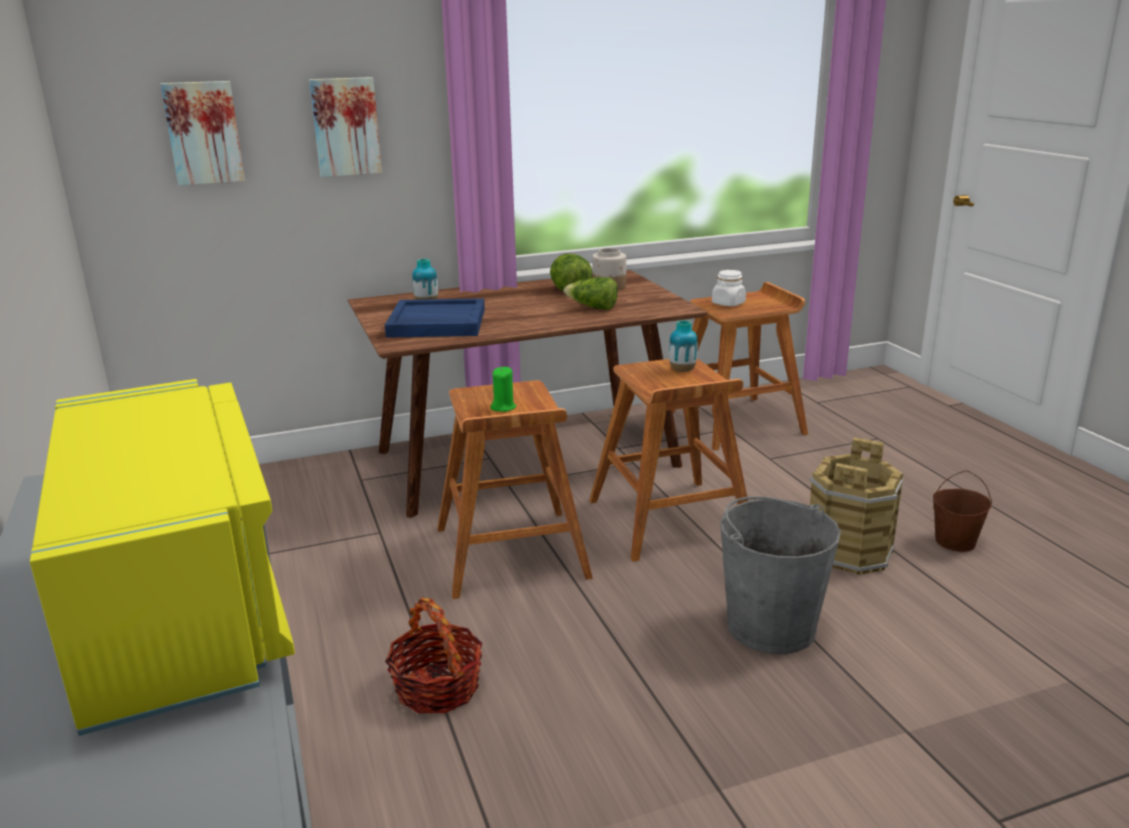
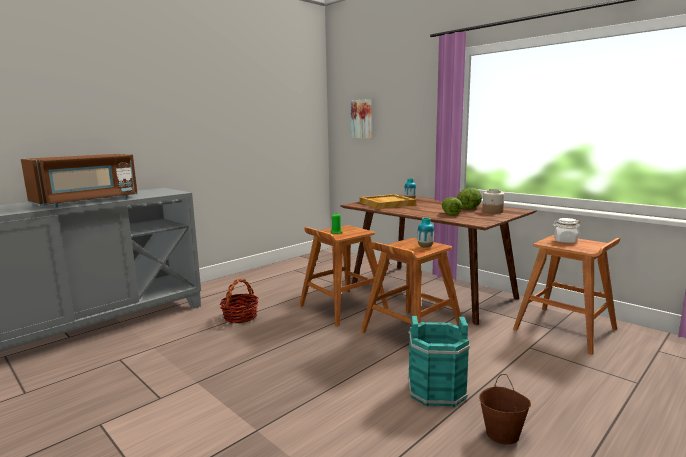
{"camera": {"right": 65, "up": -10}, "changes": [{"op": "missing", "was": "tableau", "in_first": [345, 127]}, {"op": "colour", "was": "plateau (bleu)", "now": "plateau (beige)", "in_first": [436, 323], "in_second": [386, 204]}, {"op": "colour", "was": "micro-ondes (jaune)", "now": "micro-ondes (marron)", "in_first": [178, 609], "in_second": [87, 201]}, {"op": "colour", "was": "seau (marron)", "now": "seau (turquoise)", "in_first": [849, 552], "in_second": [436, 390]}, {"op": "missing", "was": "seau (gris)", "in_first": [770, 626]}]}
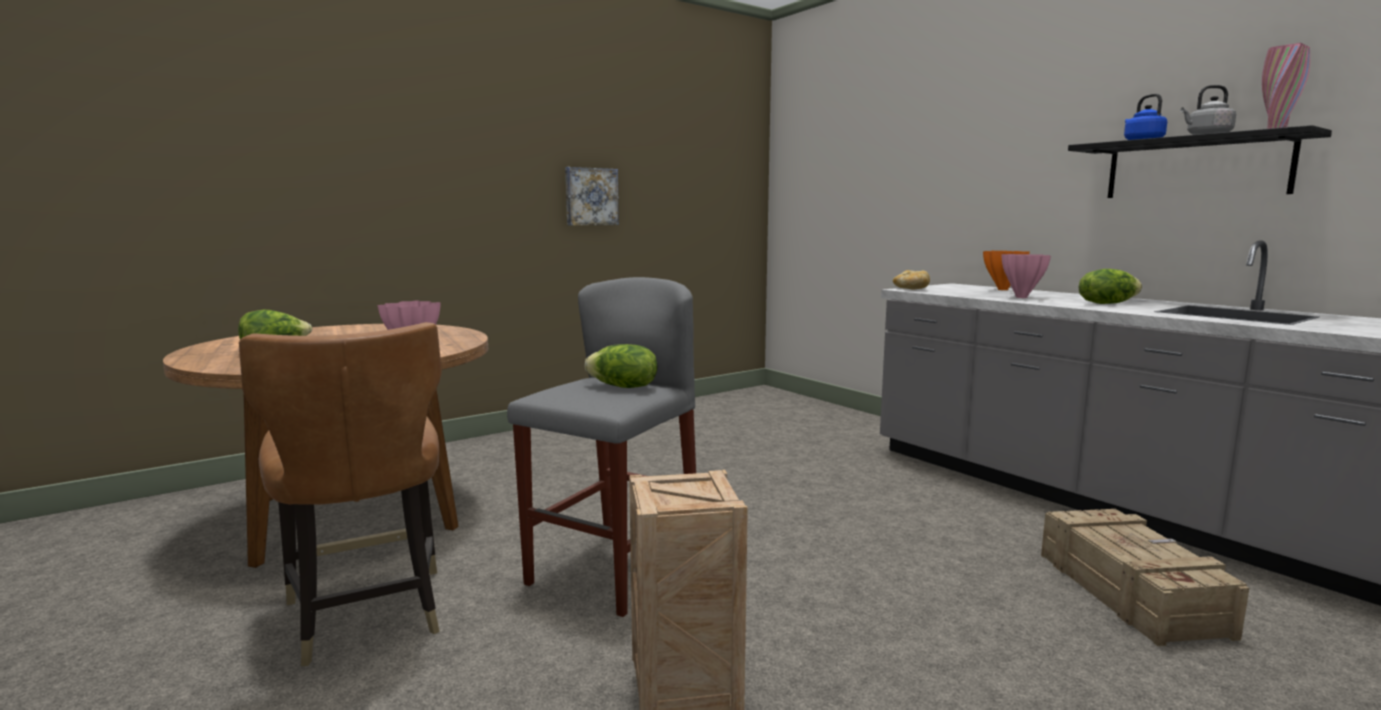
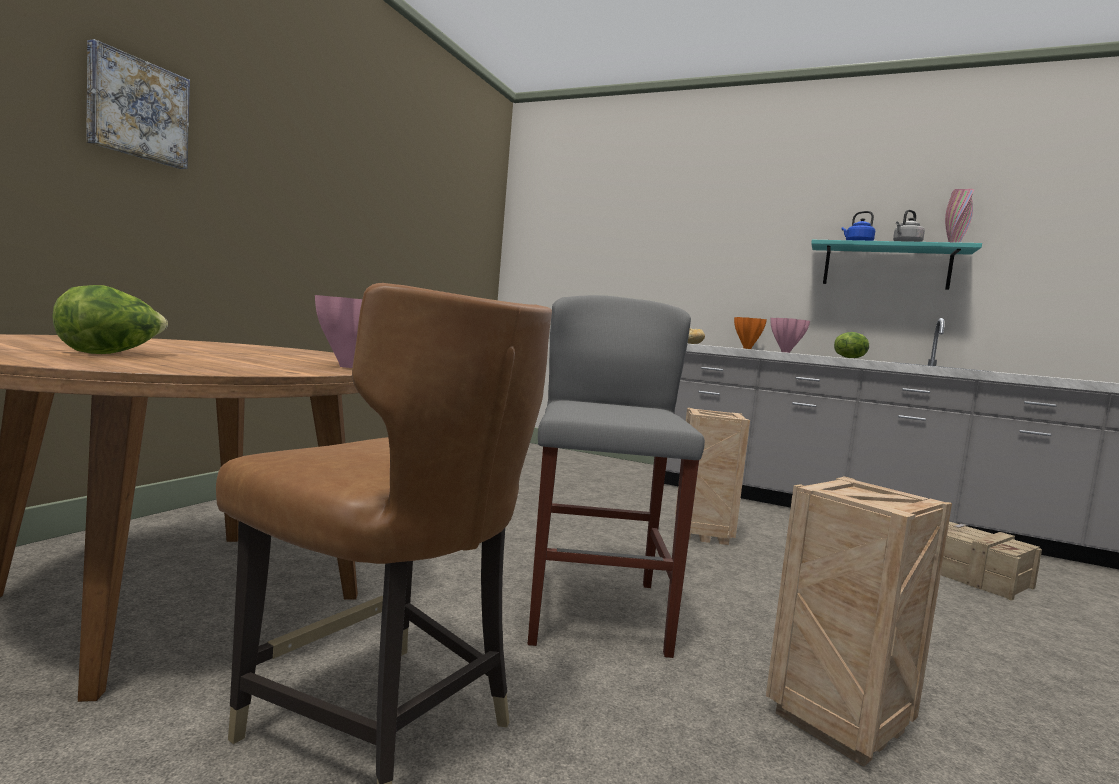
{"camera": {"right": -30, "up": -5}, "changes": [{"op": "colour", "was": "étagère (noir)", "now": "étagère (turquoise)", "in_first": [1196, 168], "in_second": [886, 267]}, {"op": "relocated", "was": "tableau", "in_first": [591, 196], "in_second": [137, 109]}, {"op": "missing", "was": "laitue", "in_first": [623, 387]}, {"op": "appeared", "now": "caisse", "in_second": [704, 534]}]}
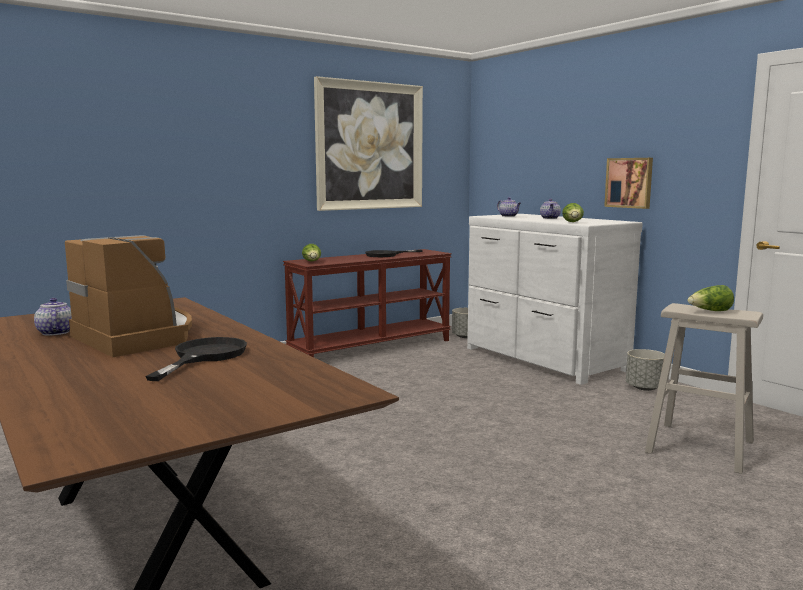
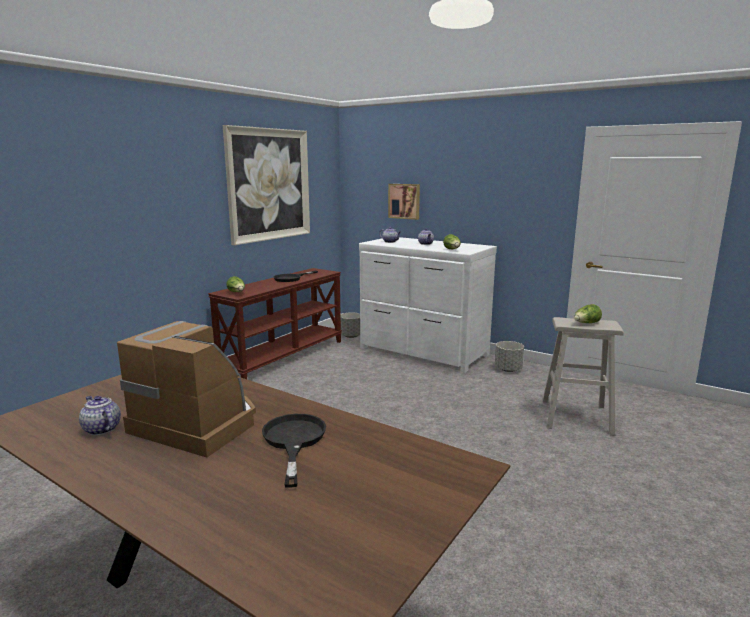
{"camera": {"right": -20, "up": 5}, "changes": [{"op": "relocated", "was": "tableau", "in_first": [629, 182], "in_second": [404, 201]}]}
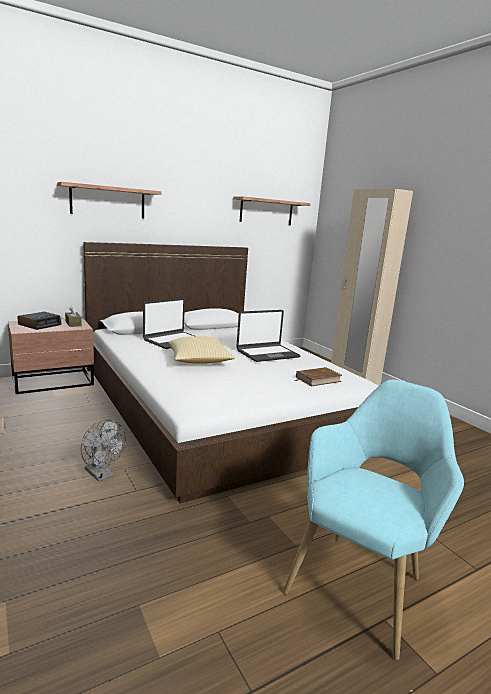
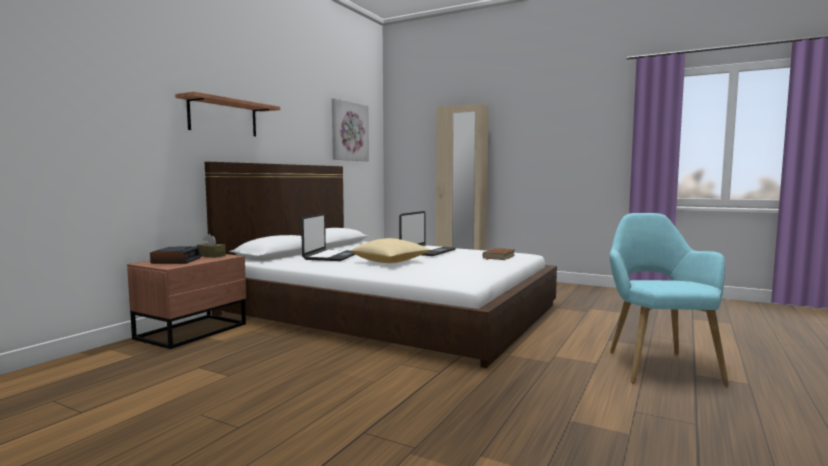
{"camera": {"right": -30, "up": -10}, "changes": [{"op": "exchanged", "was": "étagère", "now": "tableau", "in_first": [266, 211], "in_second": [349, 131]}, {"op": "missing", "was": "ventilateur (gris)", "in_first": [102, 475]}]}
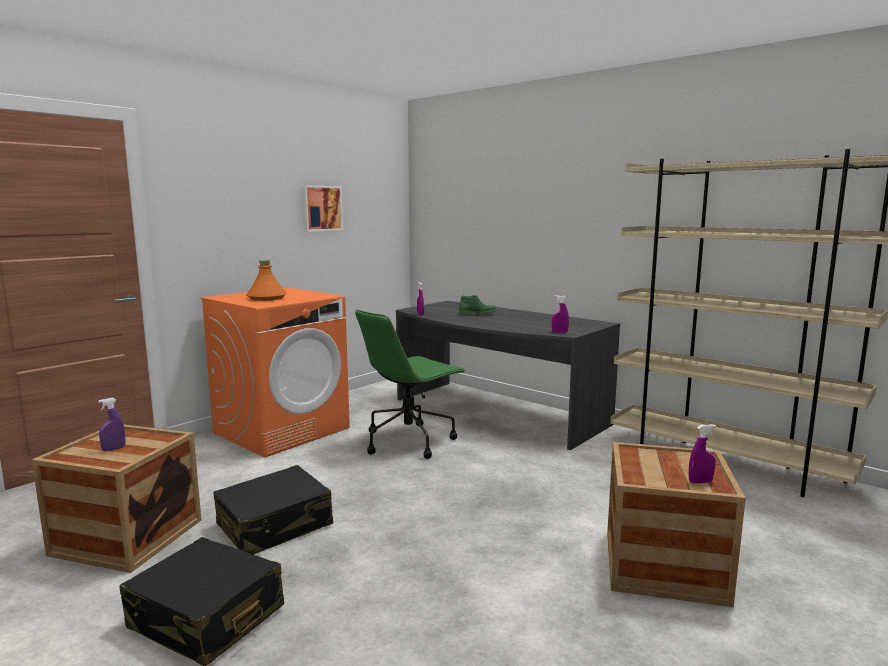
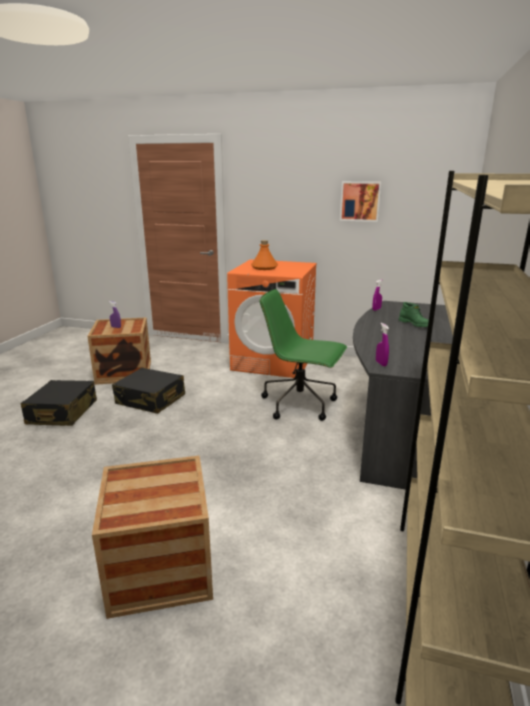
{"camera": {"right": 65, "up": 10}, "changes": [{"op": "missing", "was": "vaporisateur (violet)", "in_first": [700, 482]}]}
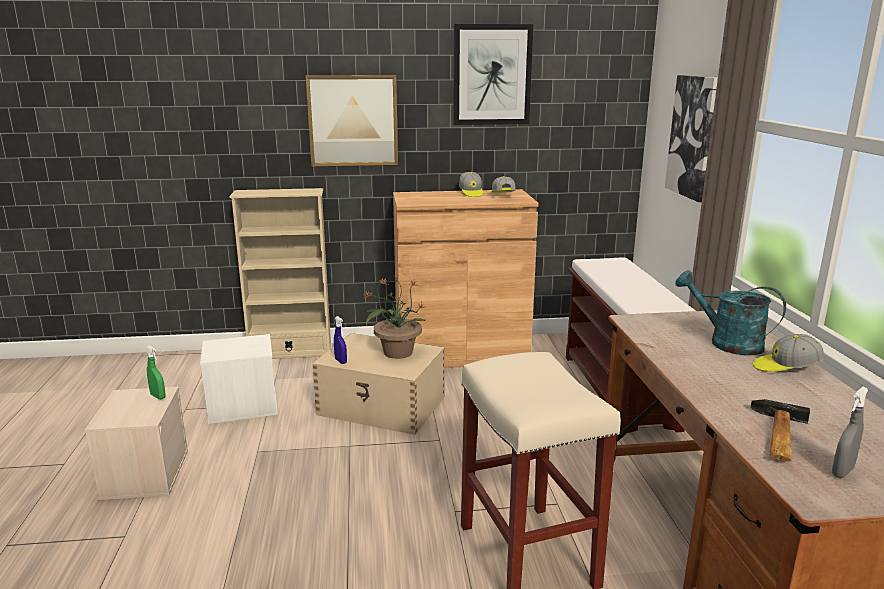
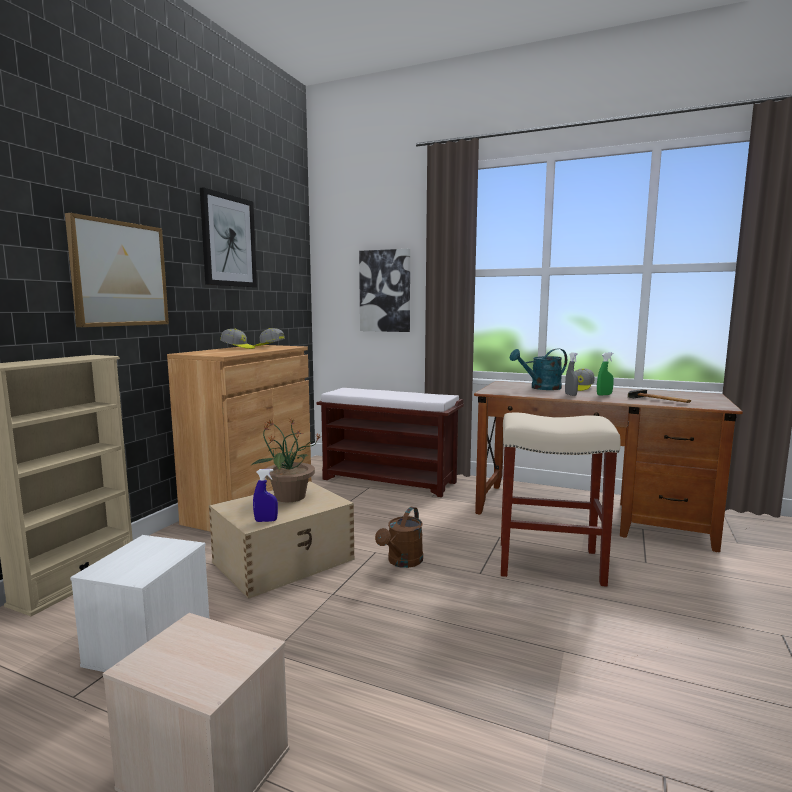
{"camera": {"right": -60, "up": -10}, "changes": [{"op": "relocated", "was": "vaporisateur (vert)", "in_first": [158, 396], "in_second": [604, 395]}, {"op": "relocated", "was": "vaporisateur (gris)", "in_first": [842, 472], "in_second": [570, 394]}, {"op": "appeared", "now": "arrosoir (marron)", "in_second": [402, 562]}]}
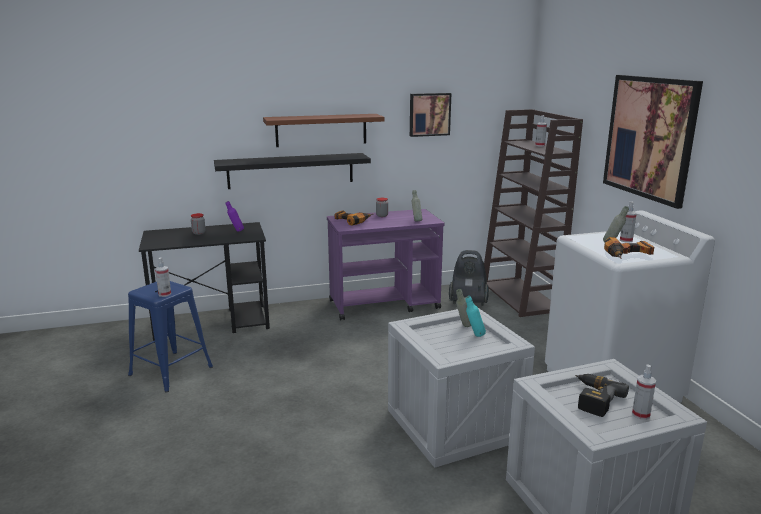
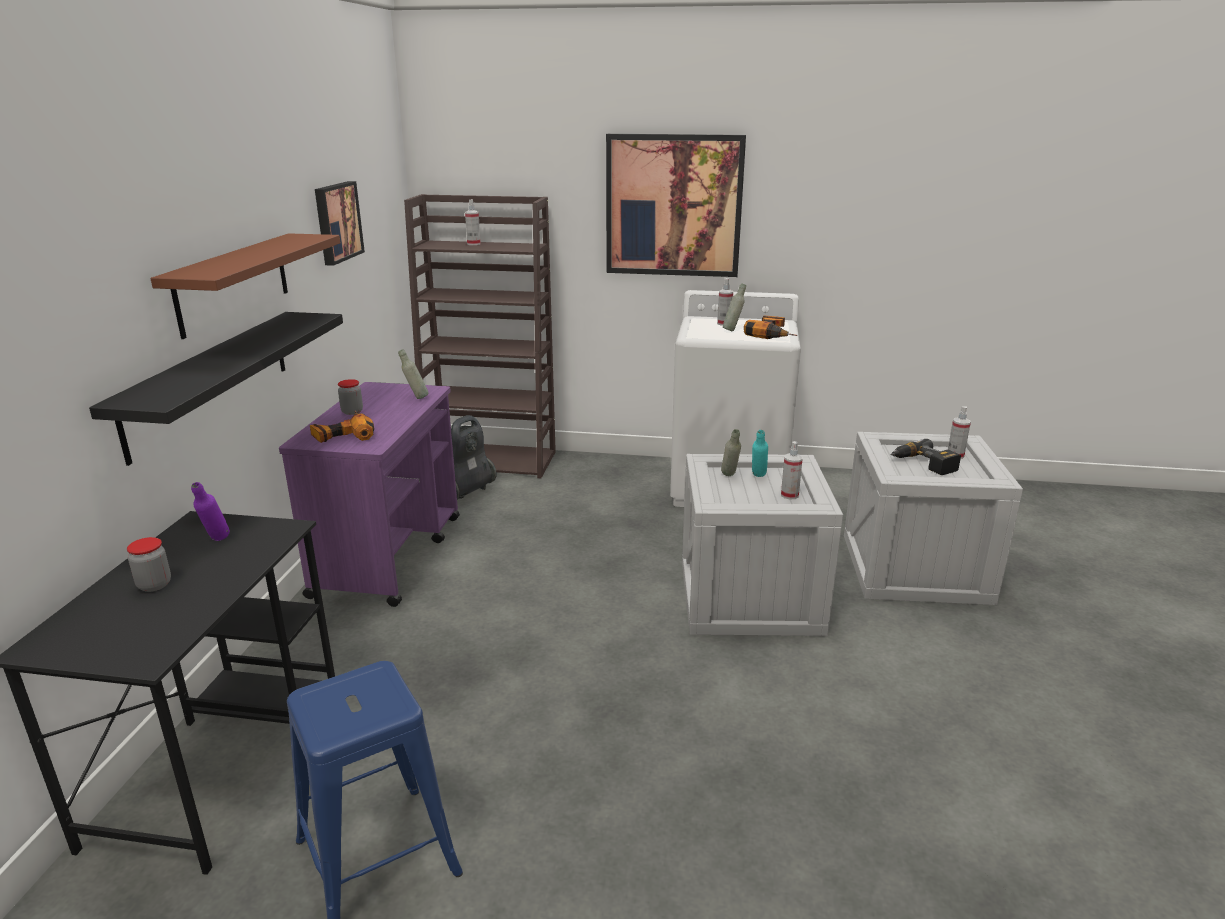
{"camera": {"right": -65, "up": 5}, "changes": [{"op": "relocated", "was": "vaporisateur", "in_first": [164, 294], "in_second": [789, 495]}]}
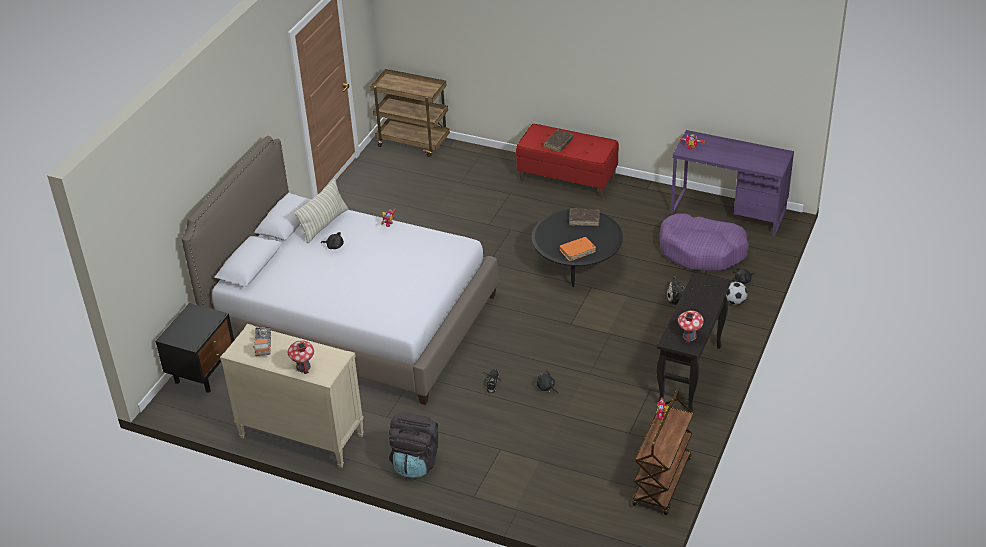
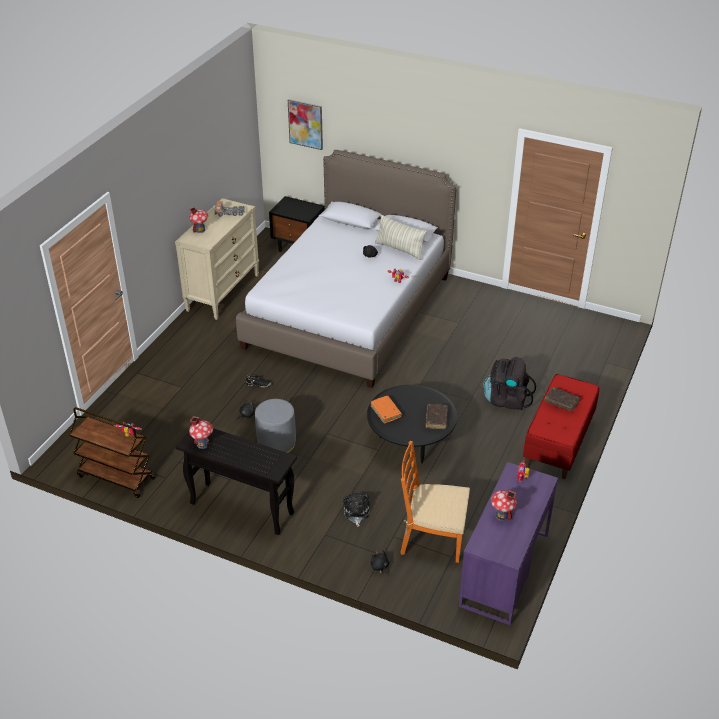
{"camera": {"right": 90, "up": 0}, "changes": [{"op": "missing", "was": "chariot (marron)", "in_first": [414, 142]}, {"op": "exchanged", "was": "panier pour chien (violet)", "now": "chaise (orange)", "in_first": [702, 251], "in_second": [432, 538]}, {"op": "missing", "was": "ballon de foot", "in_first": [735, 301]}, {"op": "relocated", "was": "sac à dos (noir)", "in_first": [415, 462], "in_second": [506, 400]}, {"op": "appeared", "now": "tableau", "in_second": [305, 124]}, {"op": "appeared", "now": "pouf (gris)", "in_second": [276, 443]}, {"op": "appeared", "now": "maison miniature", "in_second": [502, 515]}]}
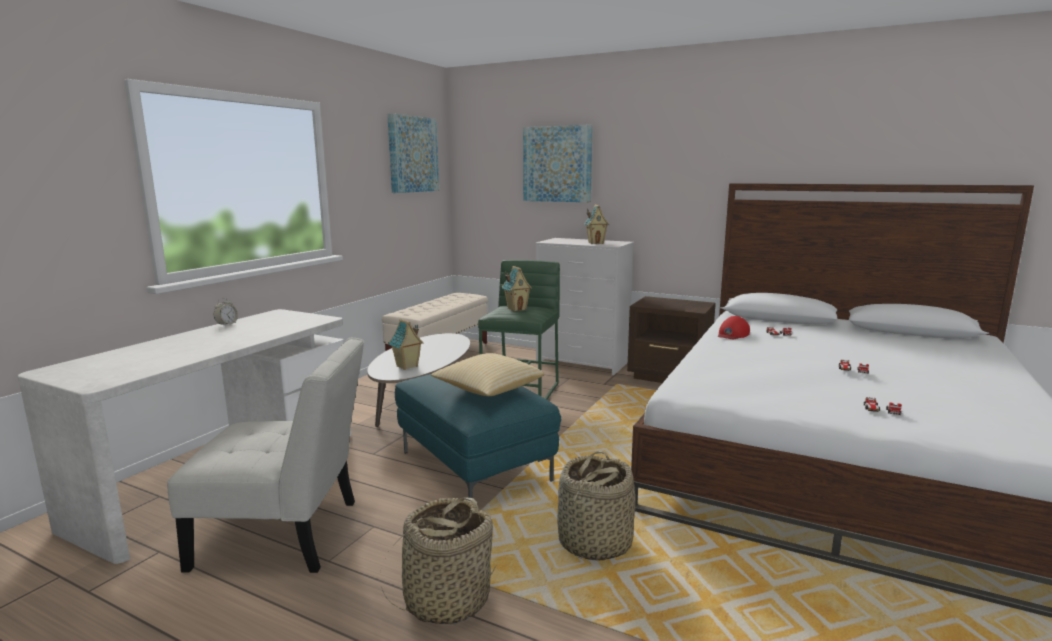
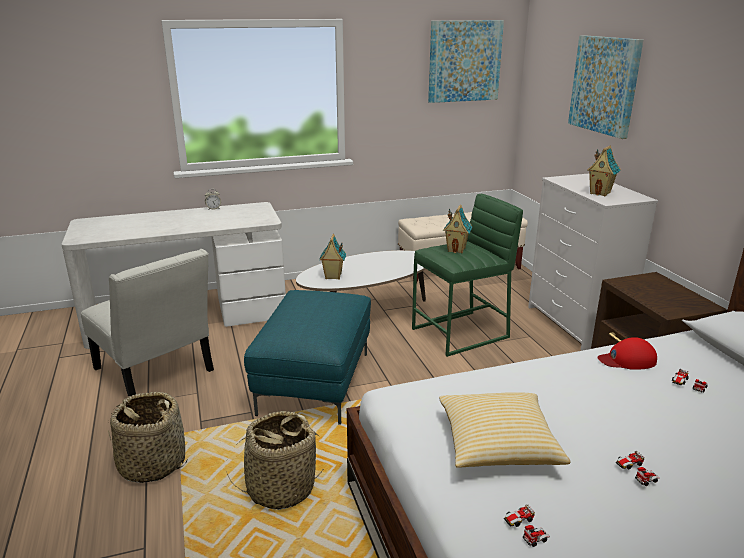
{"camera": {"right": 45, "up": 10}, "changes": [{"op": "relocated", "was": "coussin", "in_first": [487, 390], "in_second": [497, 445]}]}
